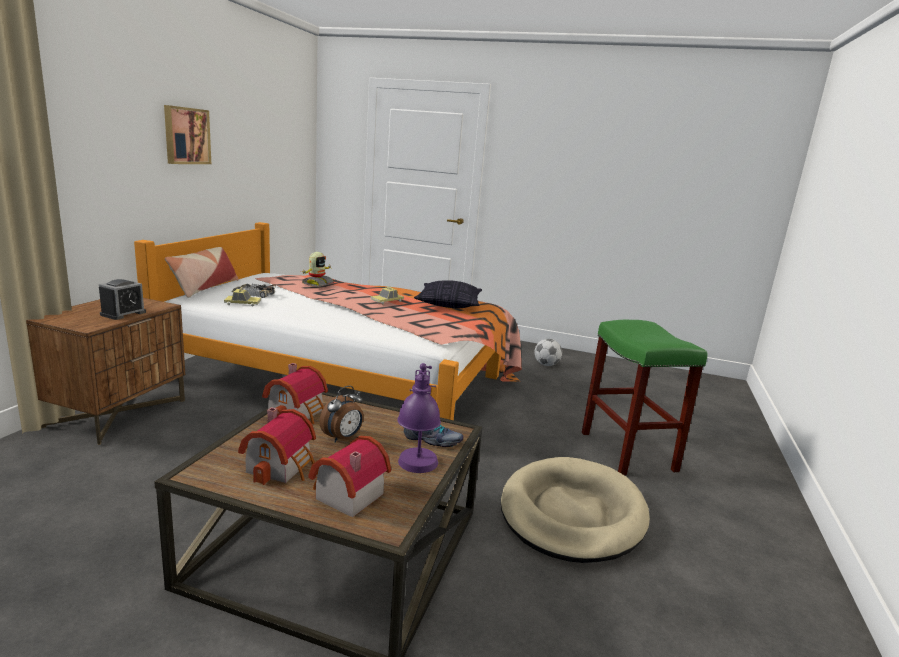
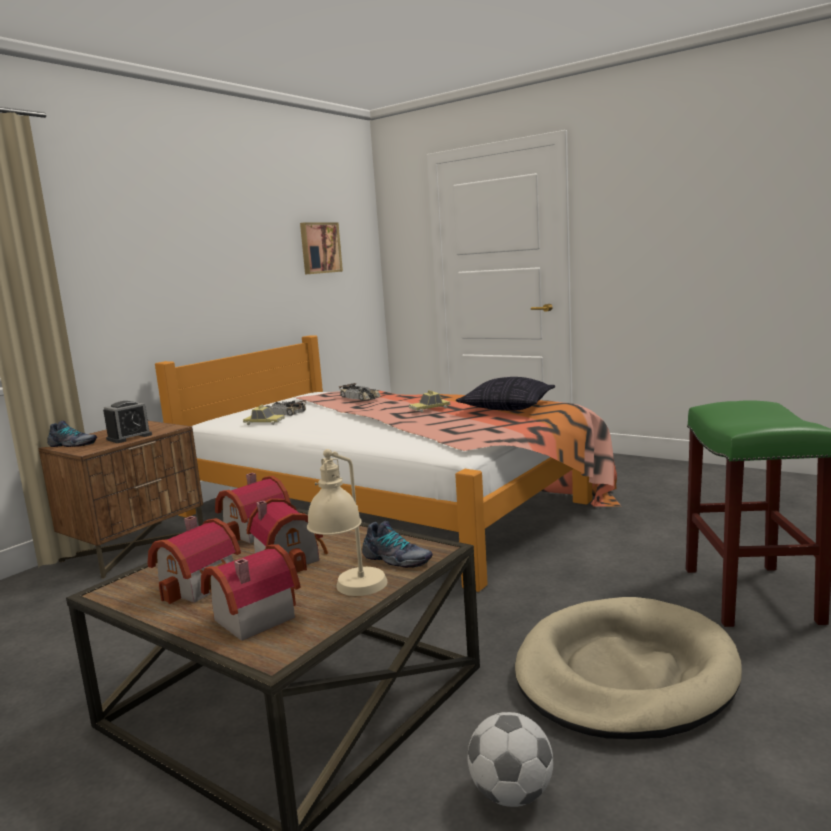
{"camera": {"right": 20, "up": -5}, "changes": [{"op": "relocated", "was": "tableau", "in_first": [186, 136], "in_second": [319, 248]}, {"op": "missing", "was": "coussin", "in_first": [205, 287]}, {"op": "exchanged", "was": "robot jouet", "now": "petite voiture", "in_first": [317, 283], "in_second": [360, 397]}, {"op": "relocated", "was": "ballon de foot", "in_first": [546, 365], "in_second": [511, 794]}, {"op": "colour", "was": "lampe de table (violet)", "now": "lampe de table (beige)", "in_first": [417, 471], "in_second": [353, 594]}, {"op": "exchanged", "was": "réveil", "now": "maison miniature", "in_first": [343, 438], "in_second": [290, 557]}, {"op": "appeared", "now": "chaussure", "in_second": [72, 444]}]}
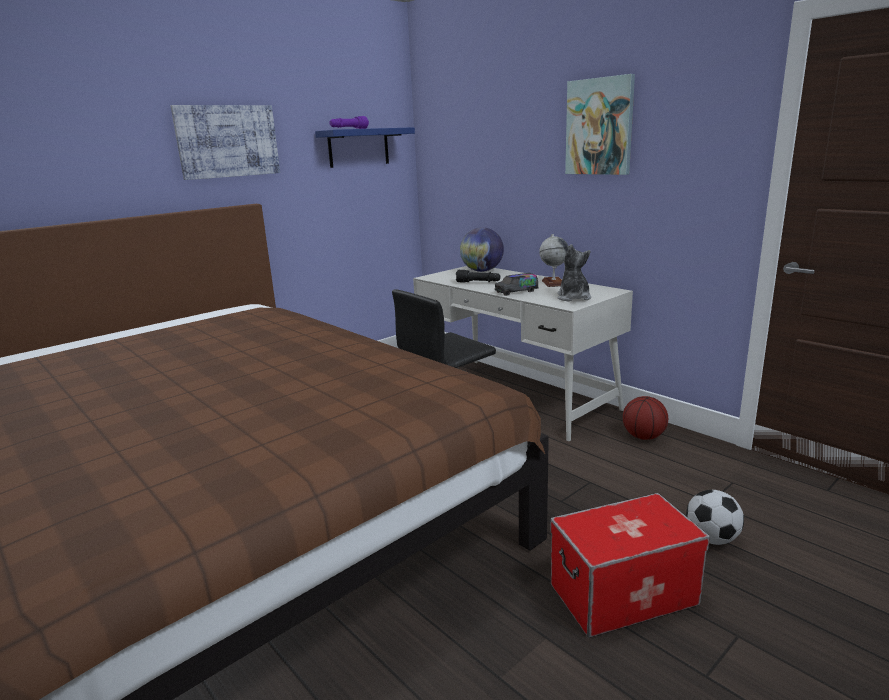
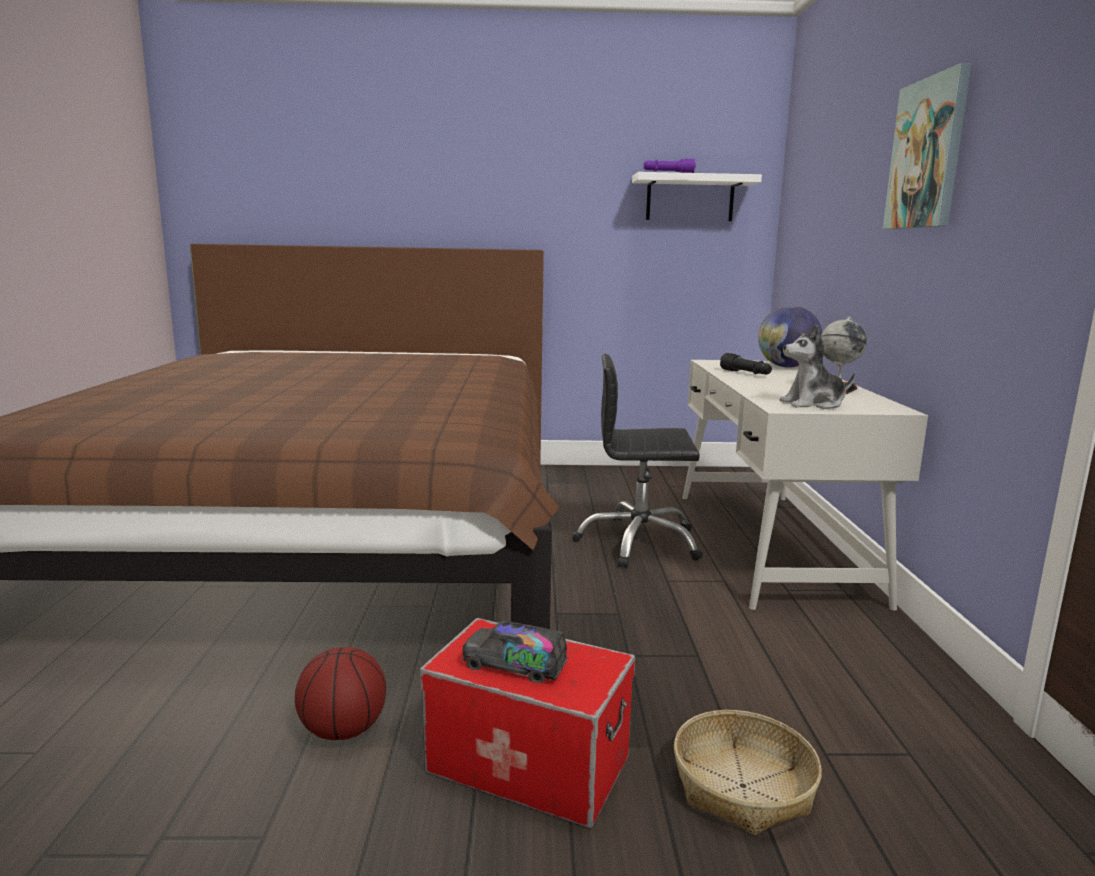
{"camera": {"right": 40, "up": -5}, "changes": [{"op": "missing", "was": "tableau", "in_first": [227, 141]}, {"op": "colour", "was": "étagère (bleu)", "now": "étagère (blanc)", "in_first": [358, 147], "in_second": [690, 198]}, {"op": "spun", "was": "peluche", "in_first": [573, 298], "in_second": [813, 404], "clockwise": -135}, {"op": "relocated", "was": "camion jouet", "in_first": [516, 291], "in_second": [514, 666]}, {"op": "relocated", "was": "ballon de basket", "in_first": [643, 437], "in_second": [342, 730]}, {"op": "exchanged", "was": "ballon de foot", "now": "panier", "in_first": [711, 539], "in_second": [743, 786]}]}
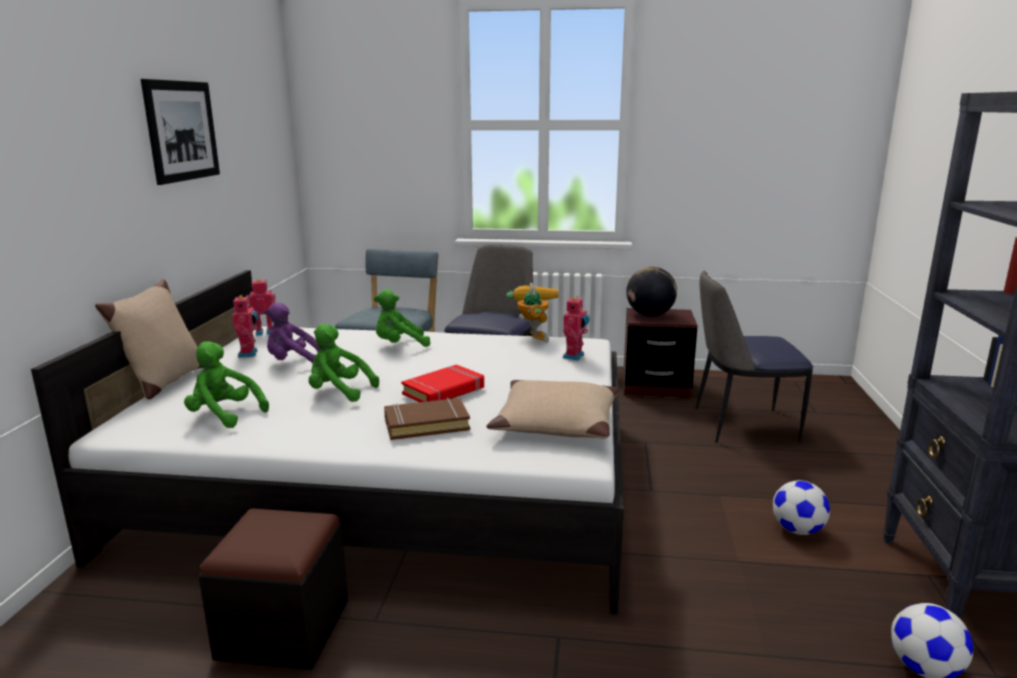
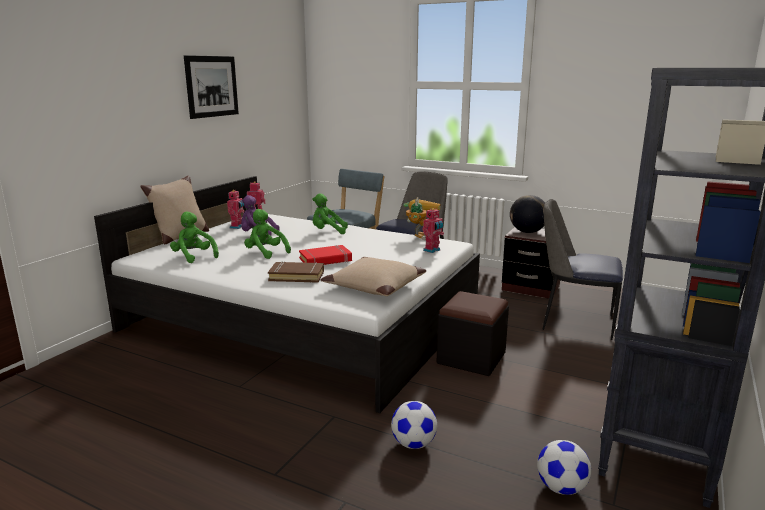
{"camera": {"right": 20, "up": 0}, "changes": [{"op": "relocated", "was": "ballon de foot", "in_first": [797, 530], "in_second": [413, 444]}, {"op": "relocated", "was": "pouf (noir)", "in_first": [284, 629], "in_second": [471, 358]}]}
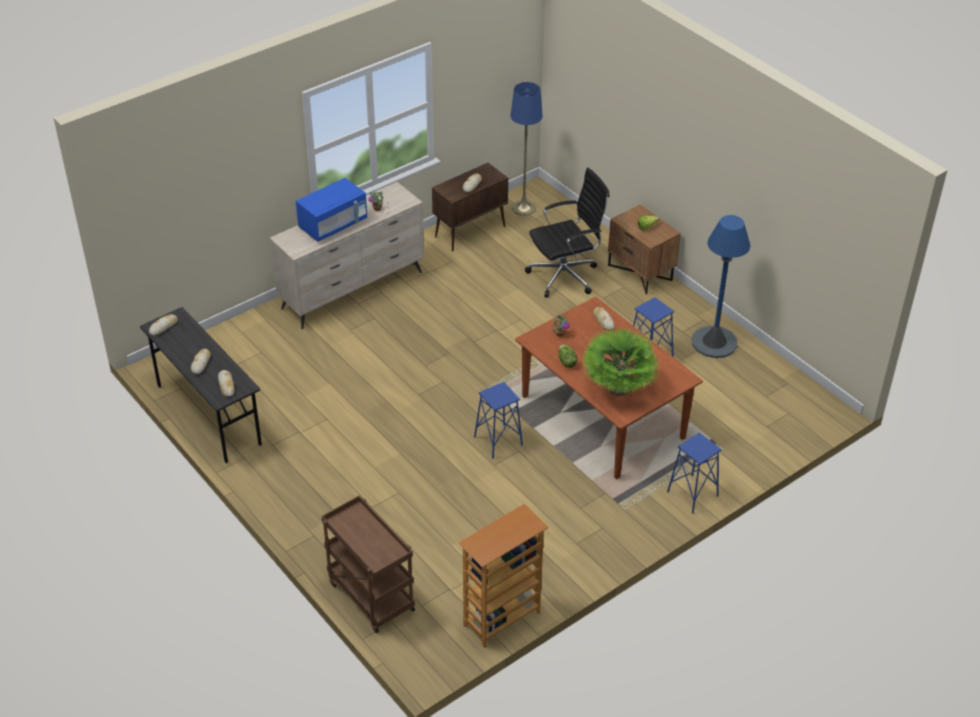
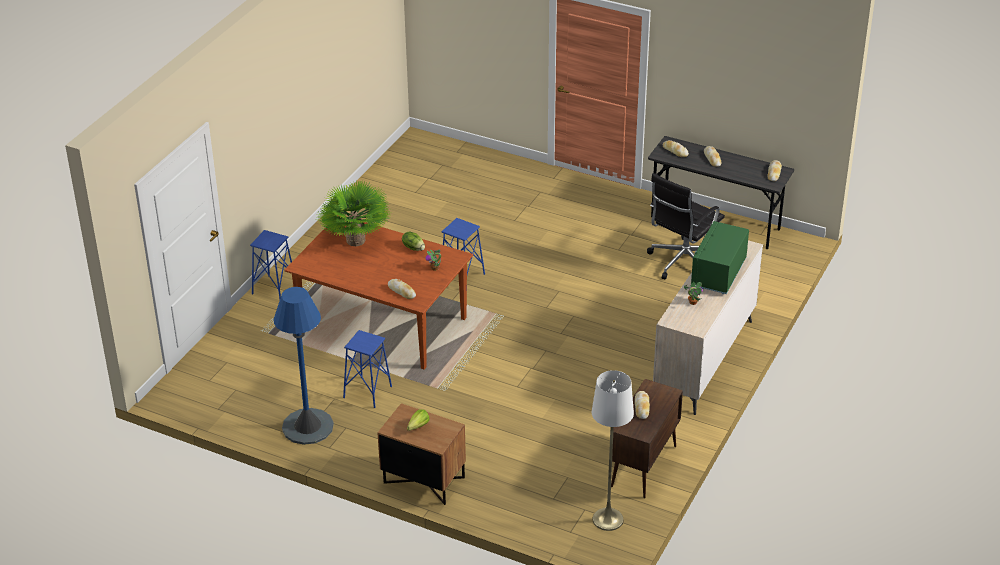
{"camera": {"right": 155, "up": -5}, "changes": [{"op": "colour", "was": "lampadaire (bleu)", "now": "lampadaire (blanc)", "in_first": [523, 208], "in_second": [608, 519]}, {"op": "relocated", "was": "chaise de bureau (noir)", "in_first": [565, 276], "in_second": [682, 262]}, {"op": "colour", "was": "micro-ondes (bleu)", "now": "micro-ondes (vert)", "in_first": [333, 225], "in_second": [718, 273]}, {"op": "missing", "was": "chariot (marron)", "in_first": [369, 596]}, {"op": "missing", "was": "bibliothèque", "in_first": [502, 620]}]}
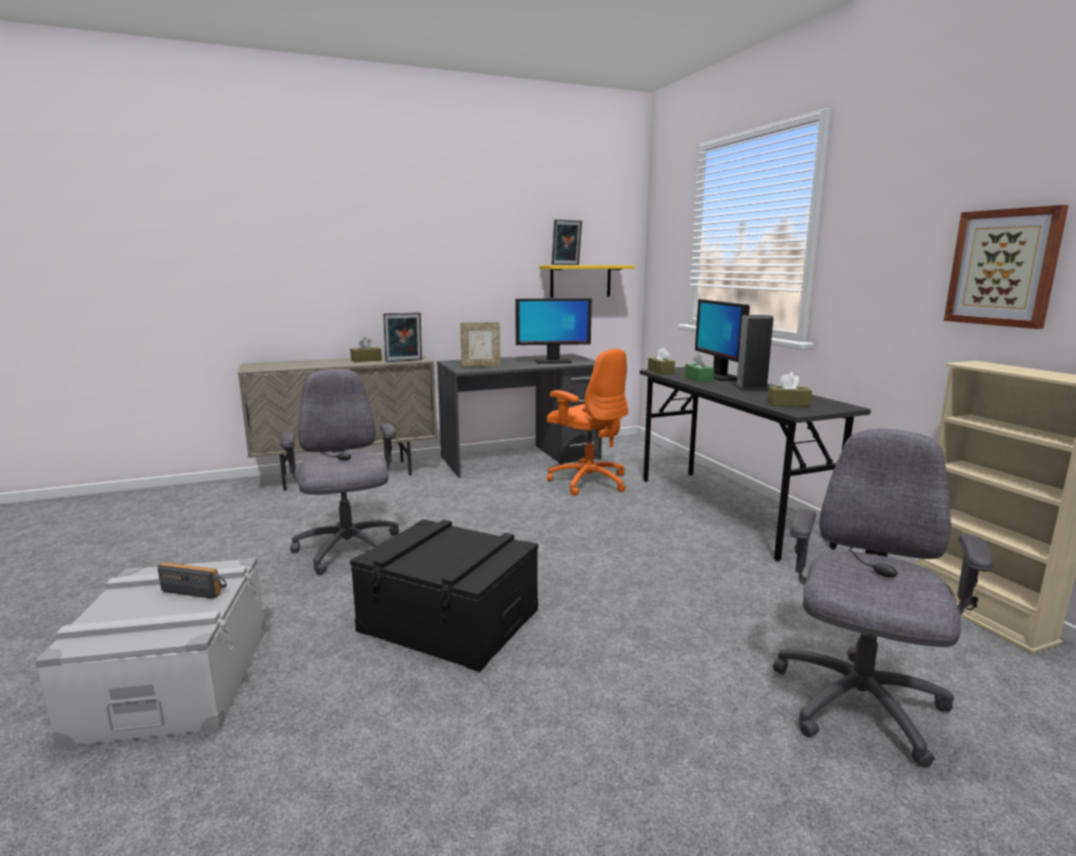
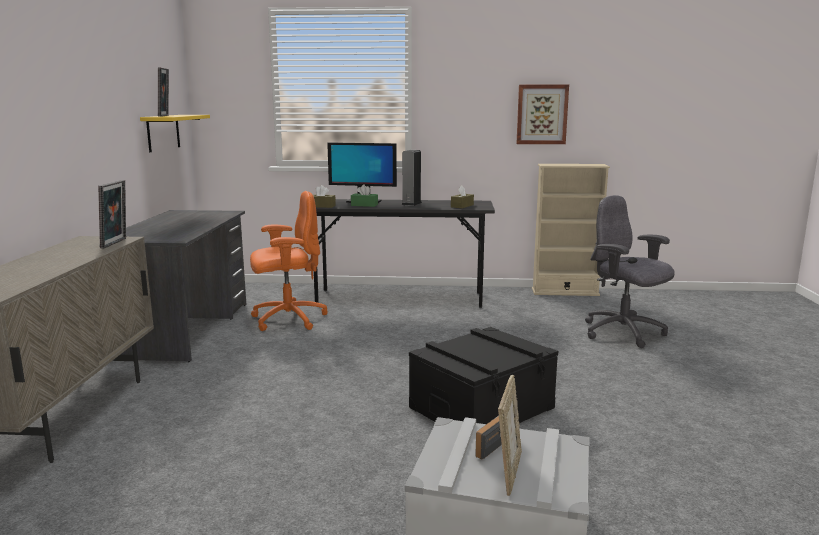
{"camera": {"right": -65, "up": 0}, "changes": [{"op": "missing", "was": "écran d'ordinateur", "in_first": [552, 362]}, {"op": "relocated", "was": "cadre photo", "in_first": [481, 366], "in_second": [508, 472]}, {"op": "missing", "was": "boîte à mouchoirs (marron)", "in_first": [366, 360]}, {"op": "missing", "was": "chaise de bureau (gris)", "in_first": [348, 550]}]}
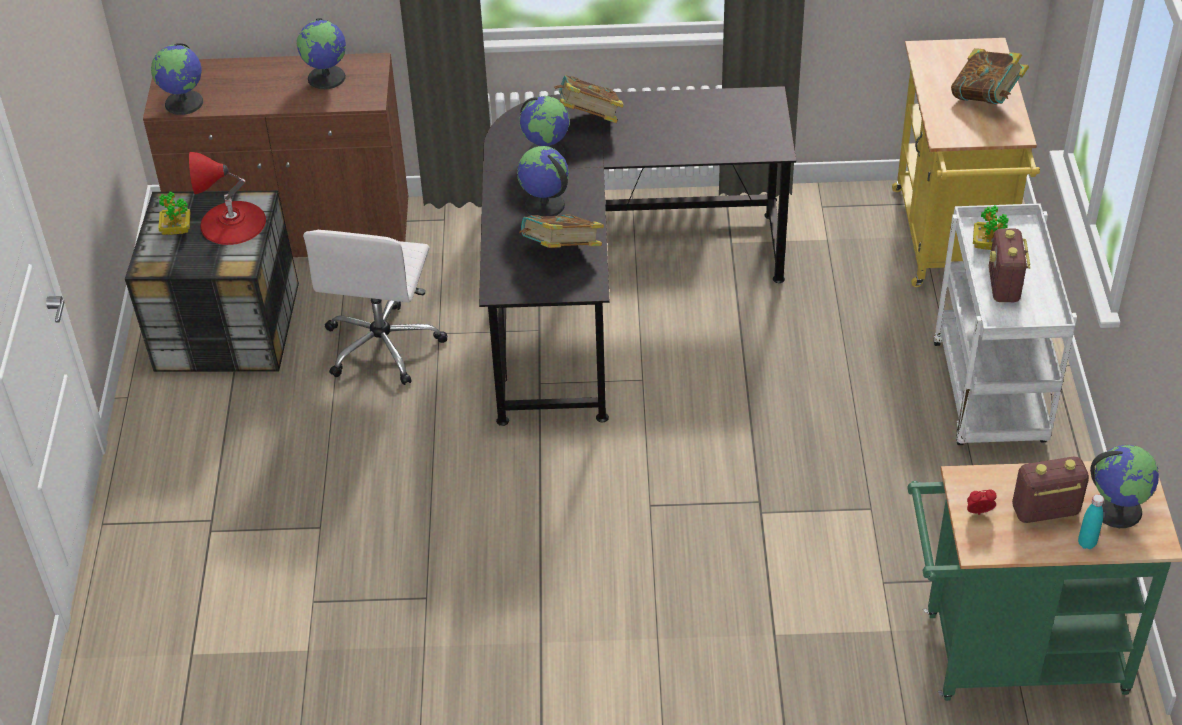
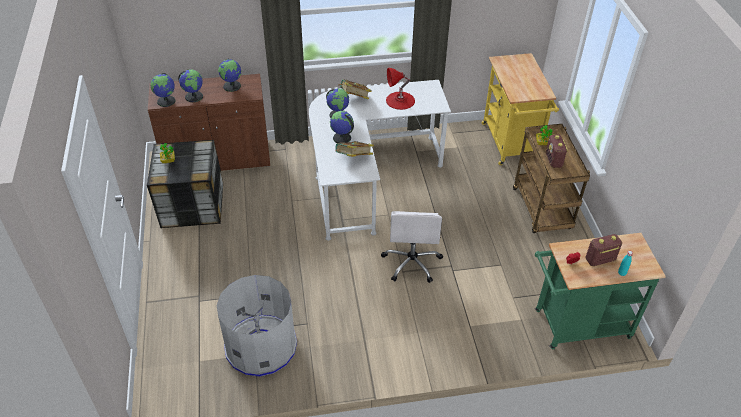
{"camera": {"right": -10, "up": 0}, "changes": [{"op": "missing", "was": "livre", "in_first": [986, 98]}, {"op": "colour", "was": "bureau (noir)", "now": "bureau (blanc)", "in_first": [609, 292], "in_second": [366, 176]}, {"op": "relocated", "was": "lampe de table (rouge)", "in_first": [232, 223], "in_second": [400, 100]}, {"op": "colour", "was": "chariot (blanc)", "now": "chariot (marron)", "in_first": [991, 395], "in_second": [542, 210]}, {"op": "relocated", "was": "chaise de bureau (blanc)", "in_first": [383, 345], "in_second": [412, 262]}, {"op": "relocated", "was": "globe", "in_first": [1117, 508], "in_second": [194, 96]}, {"op": "appeared", "now": "poubelle (gris)", "in_second": [261, 346]}]}
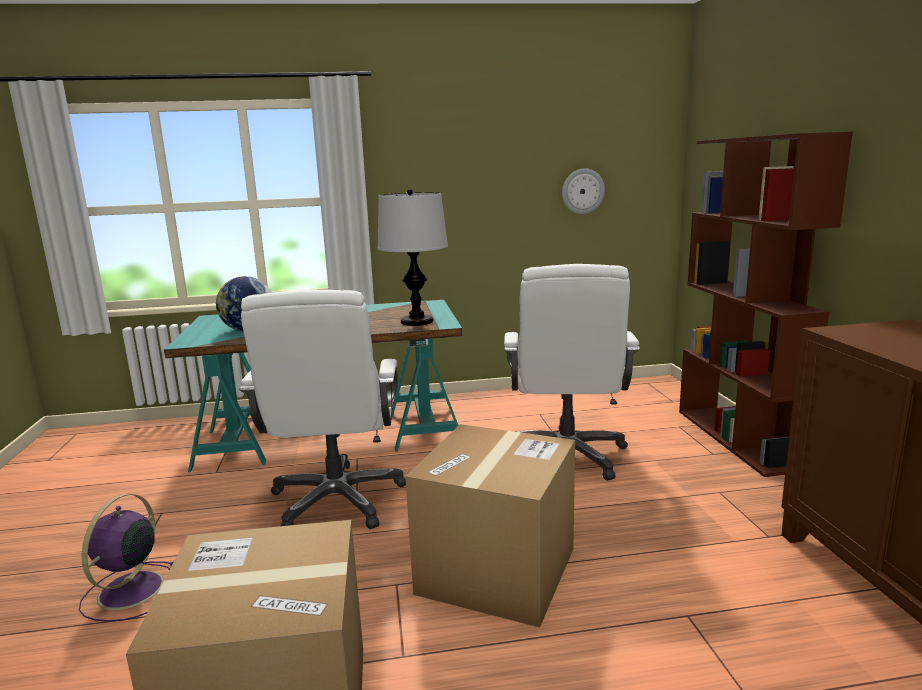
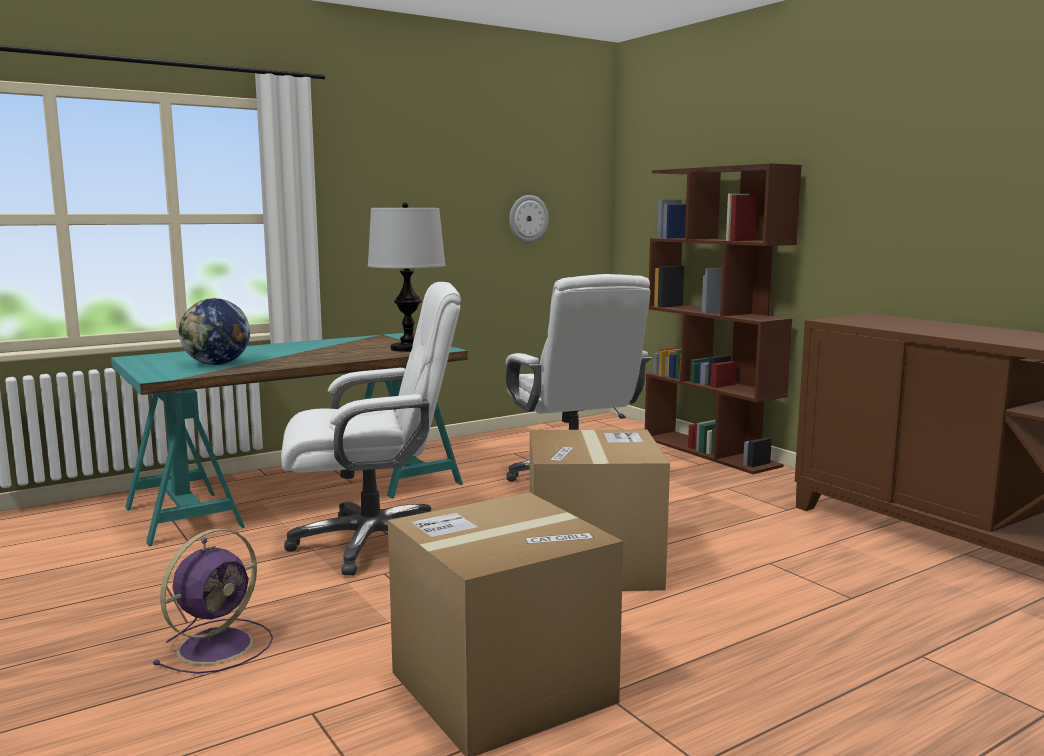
{"camera": {"right": -25, "up": -5}, "changes": [{"op": "spun", "was": "chaise de bureau (blanc)", "in_first": [337, 500], "in_second": [373, 542], "clockwise": -75}, {"op": "spun", "was": "ventilateur (violet)", "in_first": [129, 592], "in_second": [218, 645], "clockwise": -135}]}
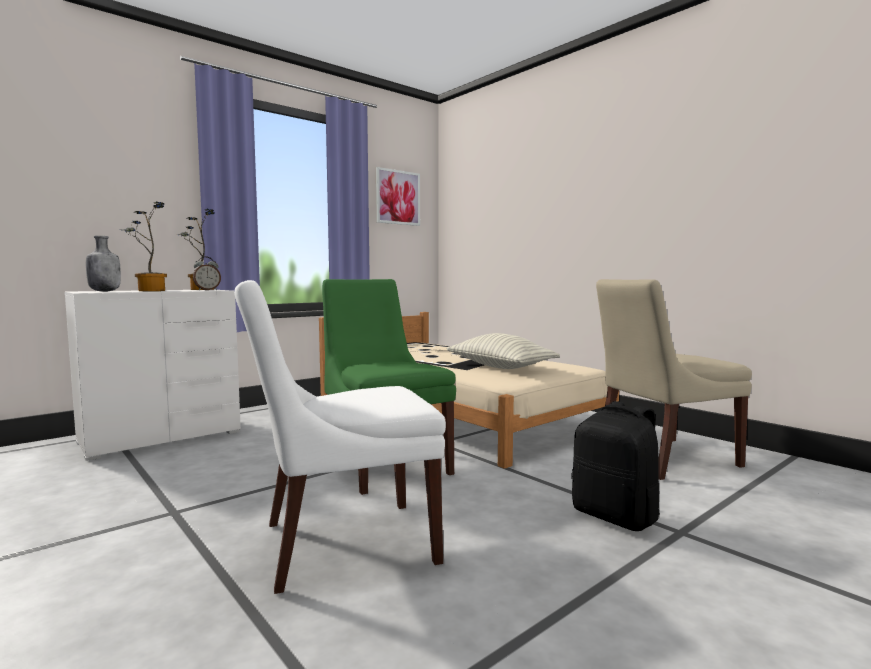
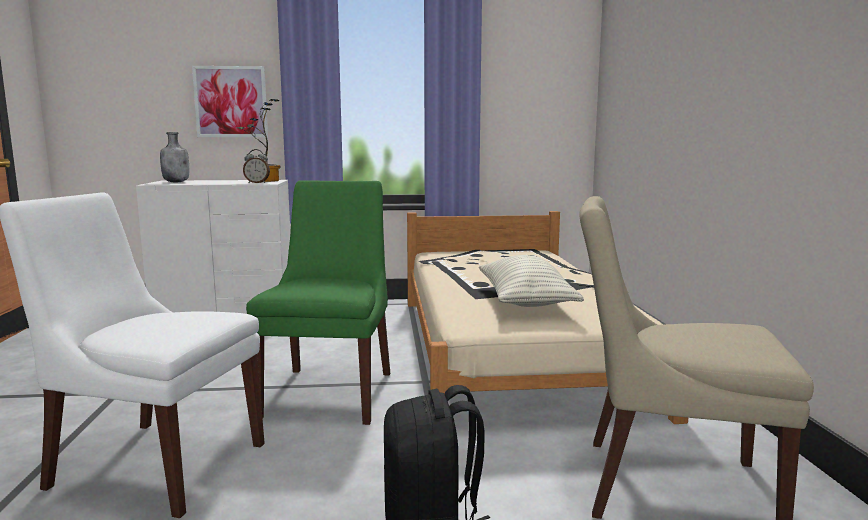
{"camera": {"right": 35, "up": 5}, "changes": [{"op": "relocated", "was": "tableau", "in_first": [397, 197], "in_second": [231, 102]}, {"op": "missing", "was": "plante en pot", "in_first": [148, 291]}]}
